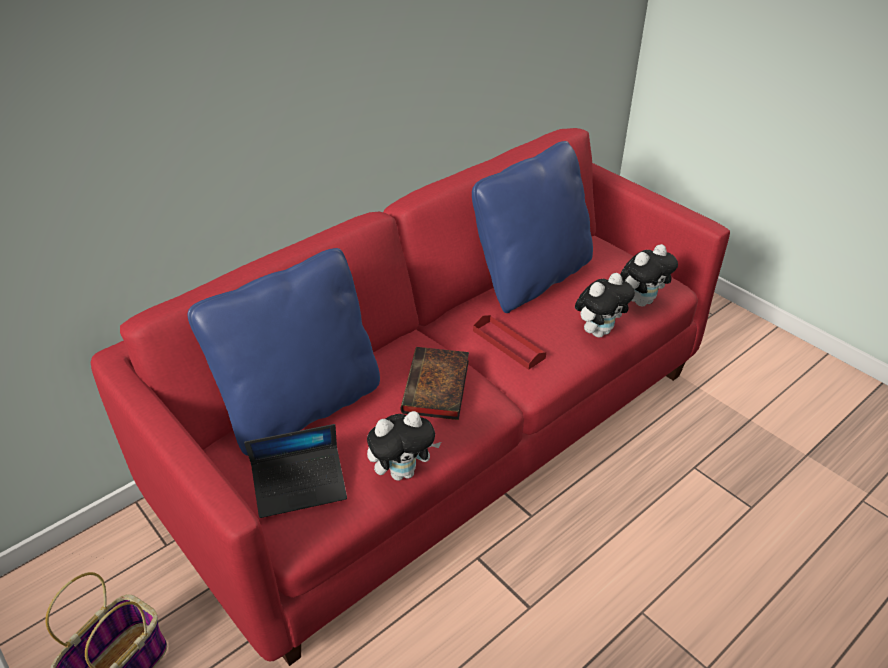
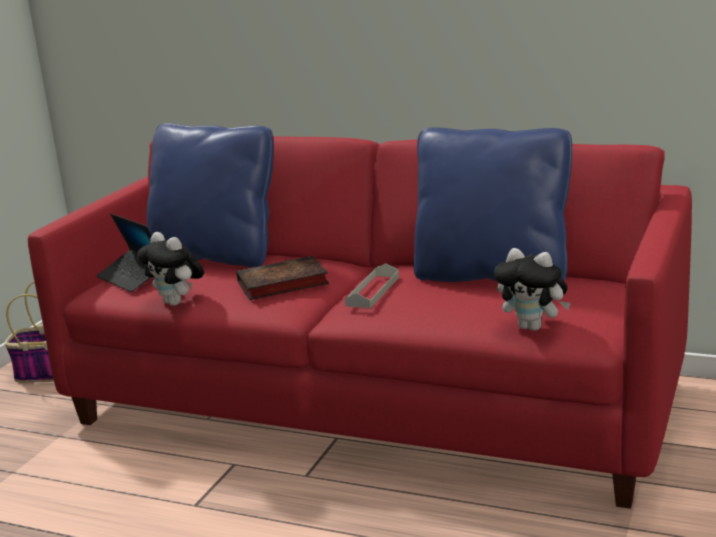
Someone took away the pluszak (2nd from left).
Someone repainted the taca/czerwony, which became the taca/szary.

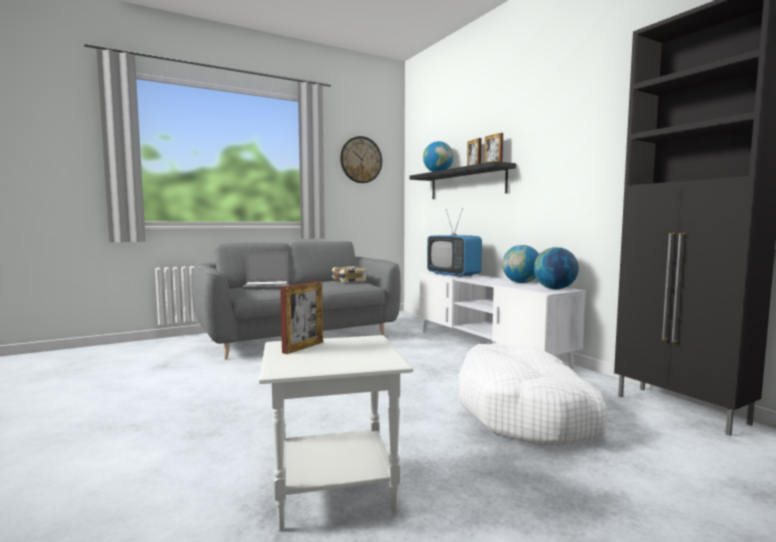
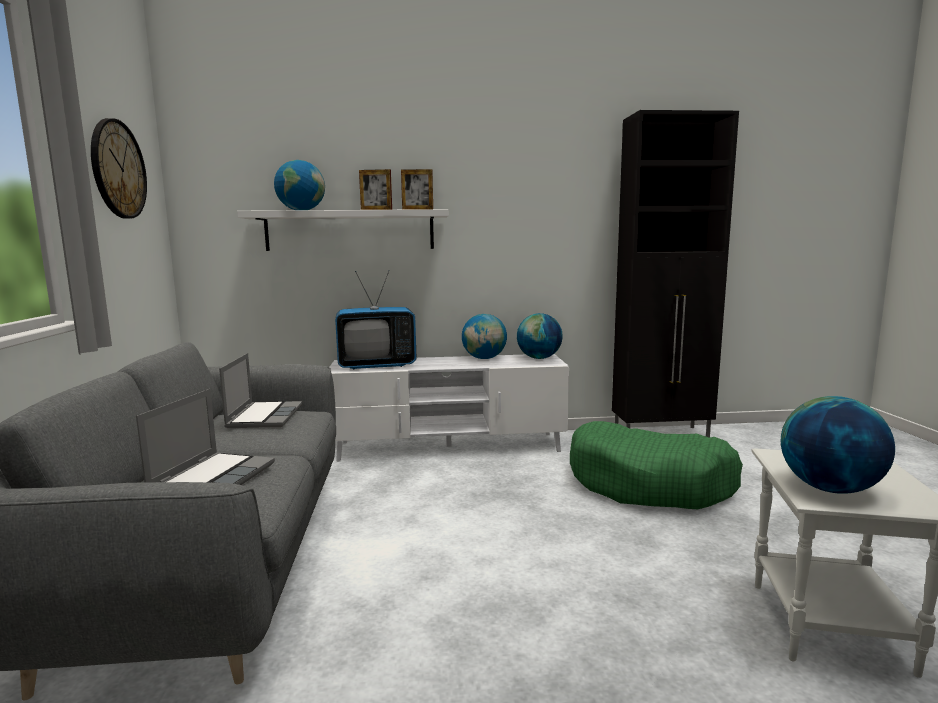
Someone swapped the ramka na zdjęcie (1st from left) for the globus (4th from left).
Someone swapped the książka for the laptop (2nd from left).
Someone repainted the półka/czarny, which became the półka/biały.
Someone repainted the legowisko/biały, which became the legowisko/zielony.

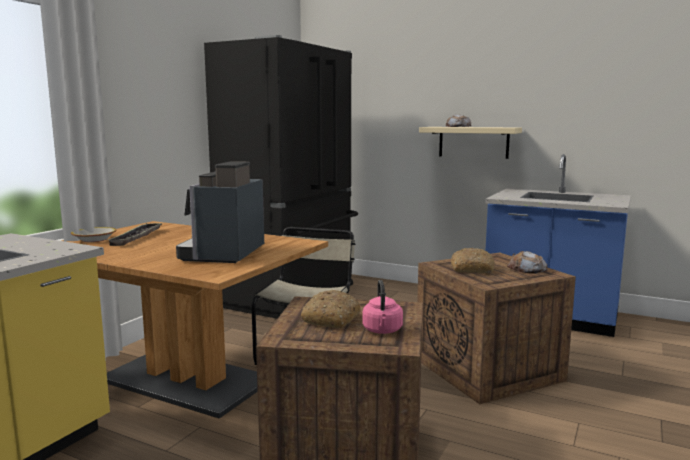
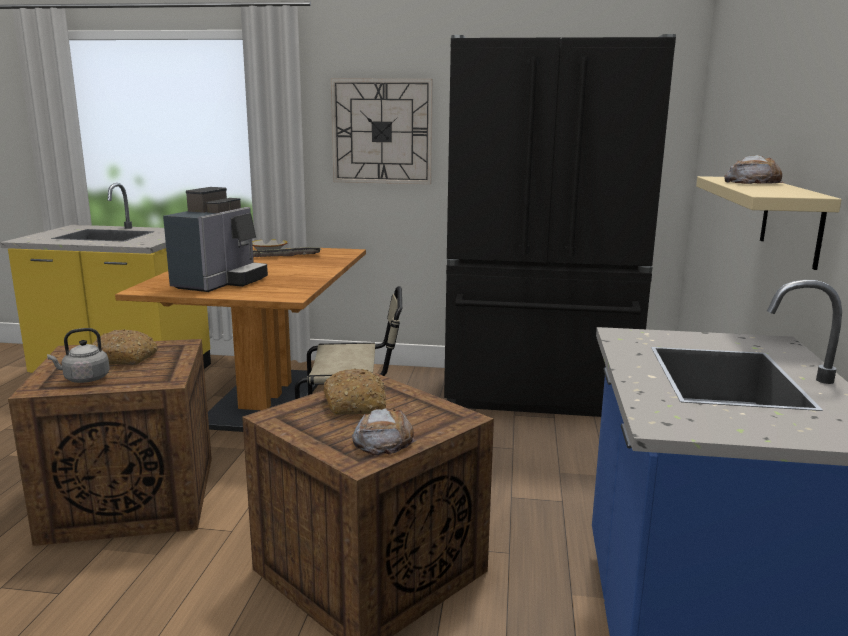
Someone put up the zegar ścienny.
Someone repainted the czajnik/różowy, which became the czajnik/szary.
Someone rotated the ekspres do kawy by 120 degrees clockwise.

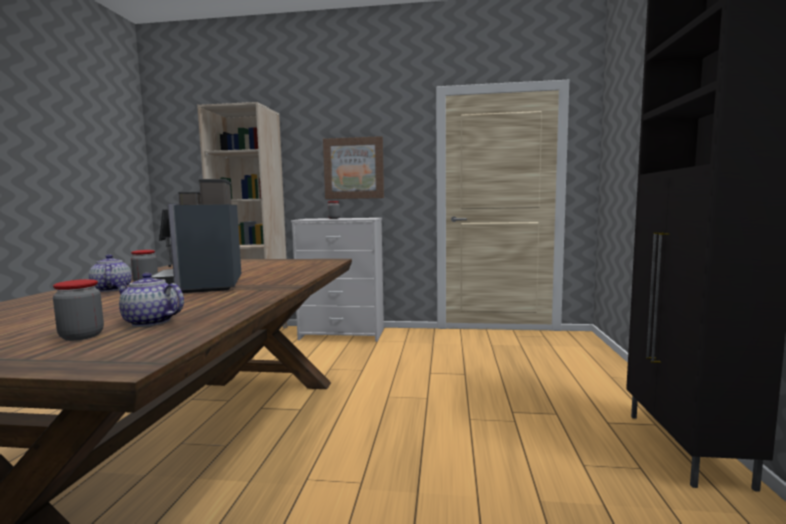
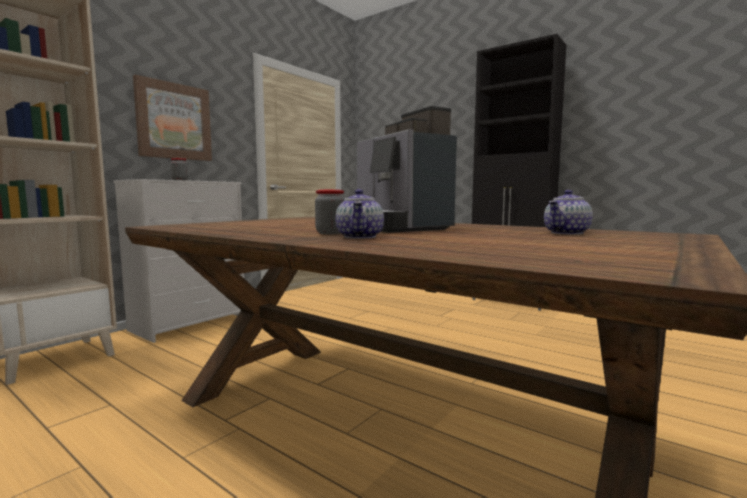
Someone took away the słoik (1st from left).
Someone rotated the imbryk (1st from left) by 90 degrees counterclockwise.
Someone rotated the ekspres do kawy by 45 degrees clockwise.

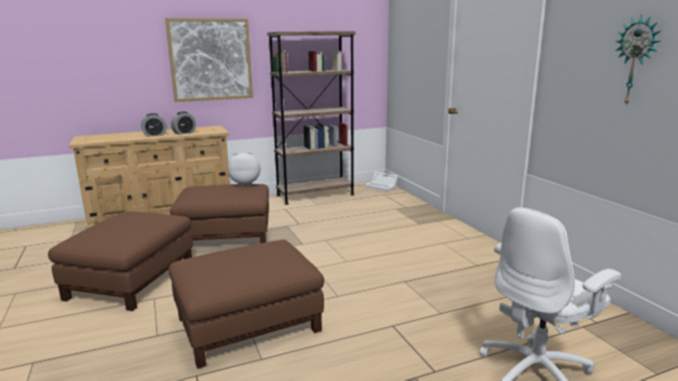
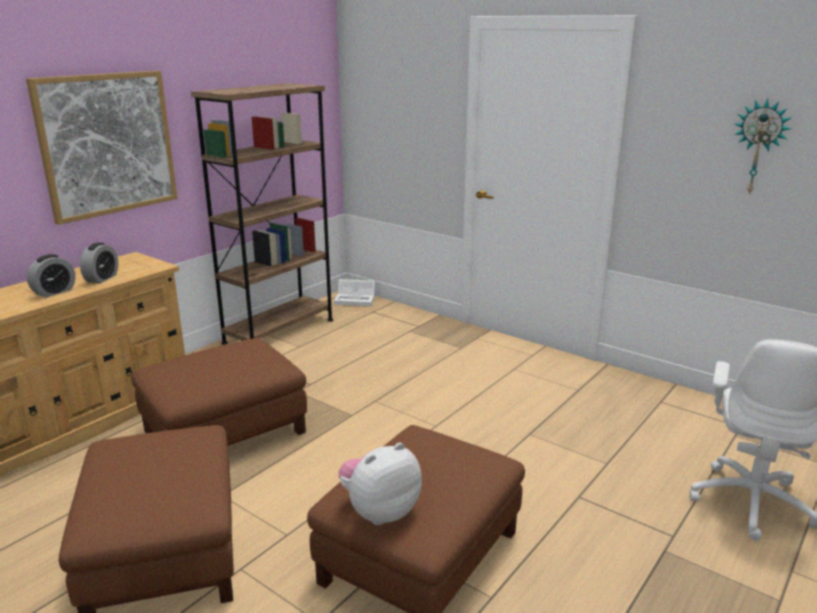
Someone carried the pluszak.

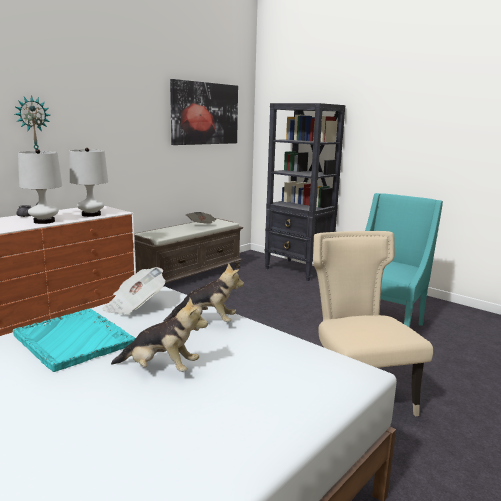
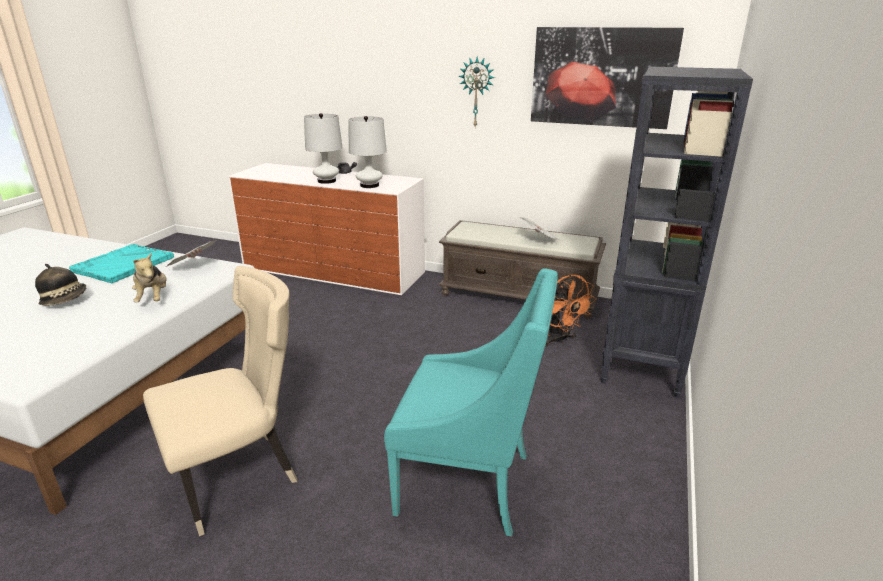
Someone put down the wentylator/pomarańczowy.
Someone carried the zegar ścienny.
Someone swapped the pluszak (1st from left) for the kapelusz.

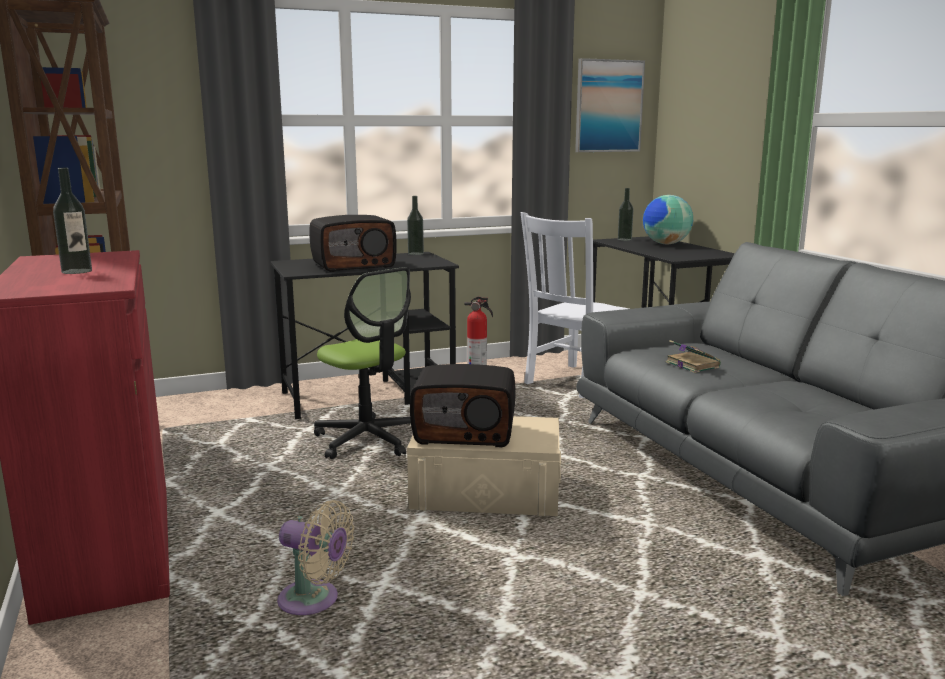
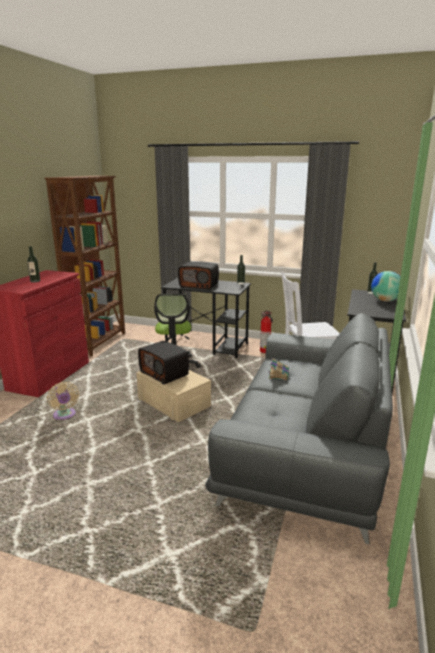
Someone took away the obraz.

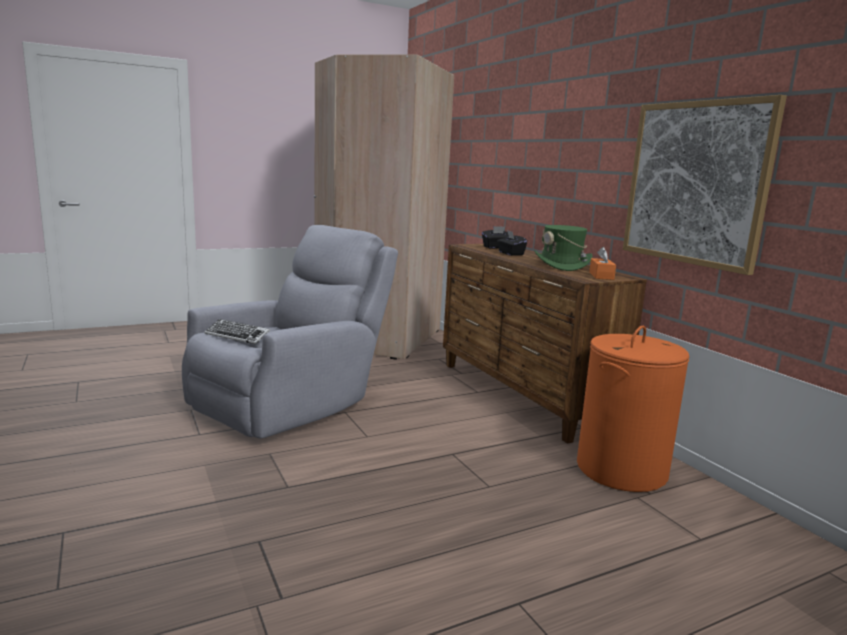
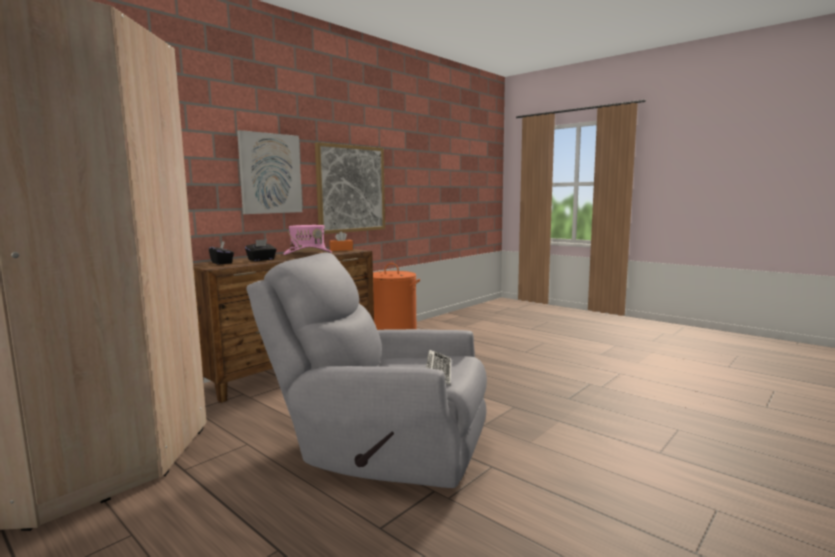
Someone put up the obraz (1st from left).
Someone repainted the kapelusz/zielony, which became the kapelusz/różowy.

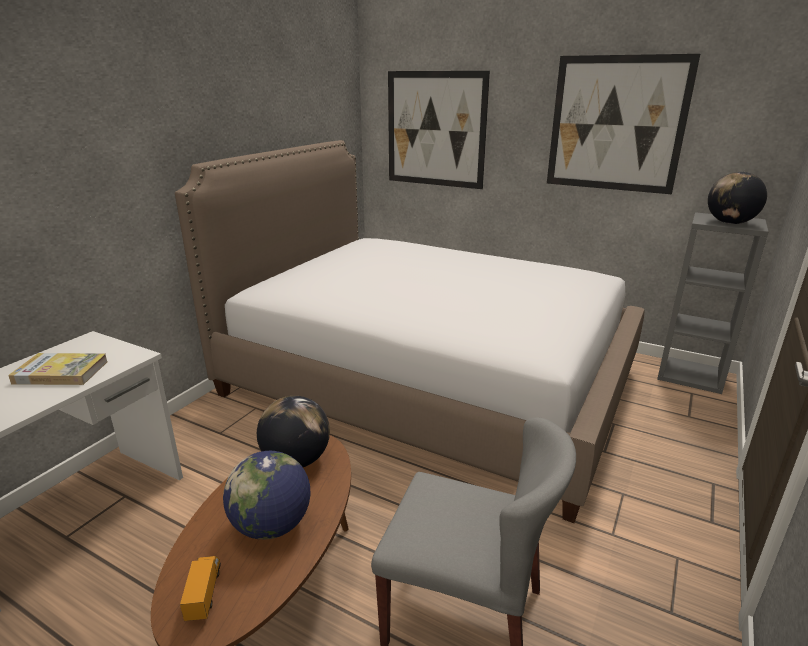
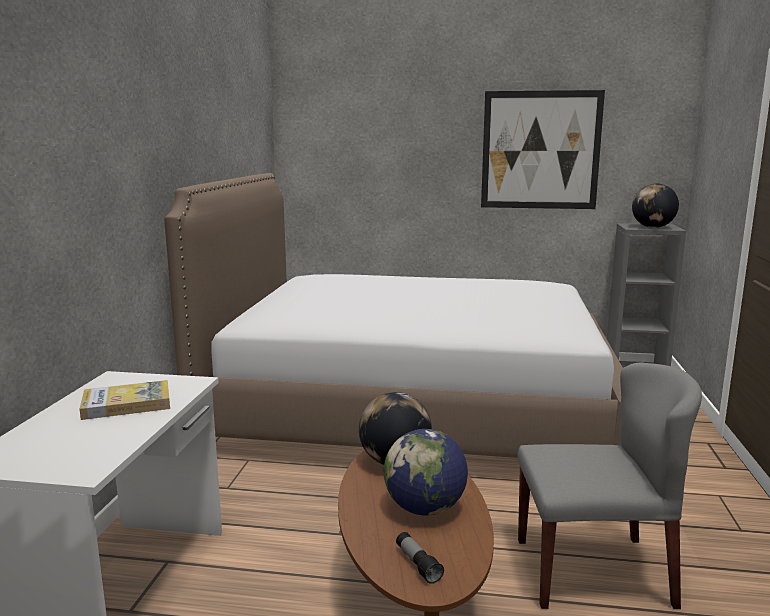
Someone took away the obraz (1st from left).
Someone swapped the ciężarówka zabawkowa for the latarka.

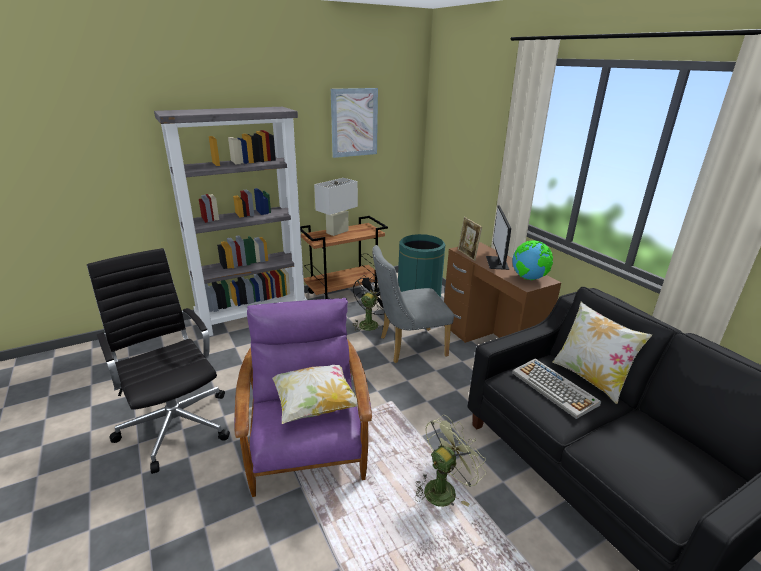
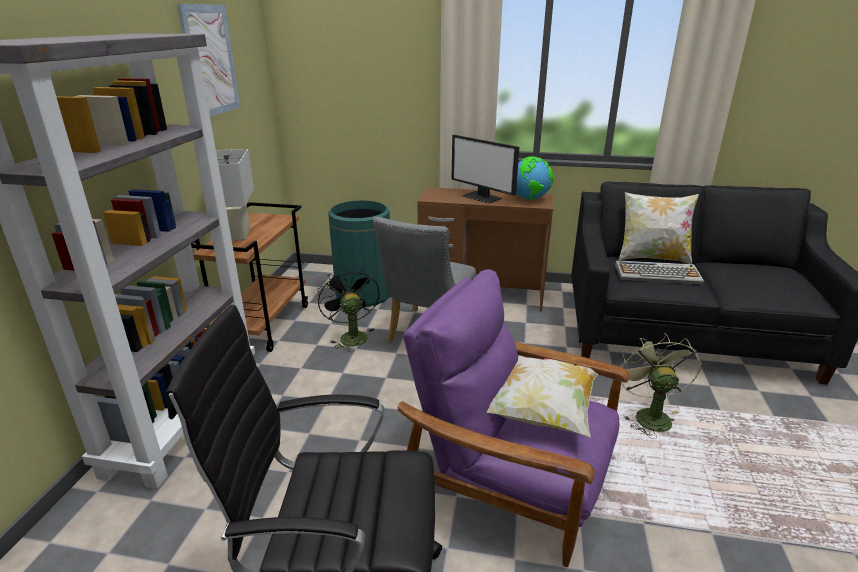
Someone took away the ramka na zdjęcie.

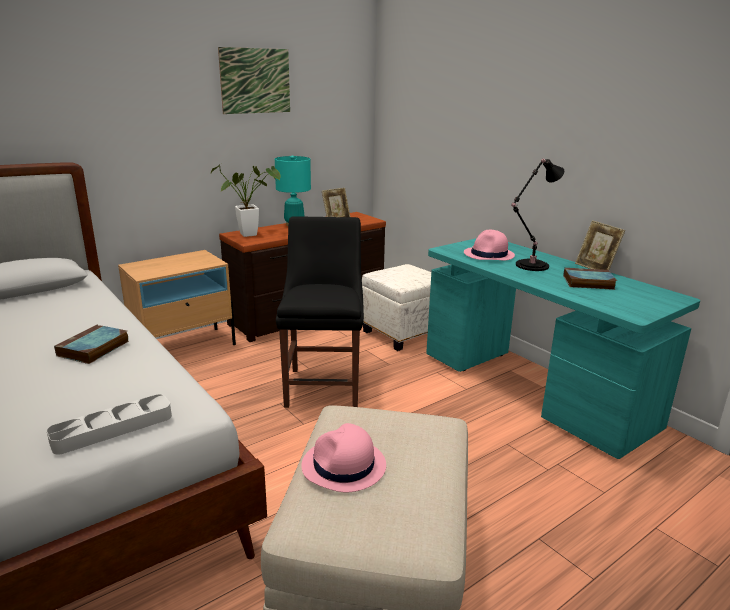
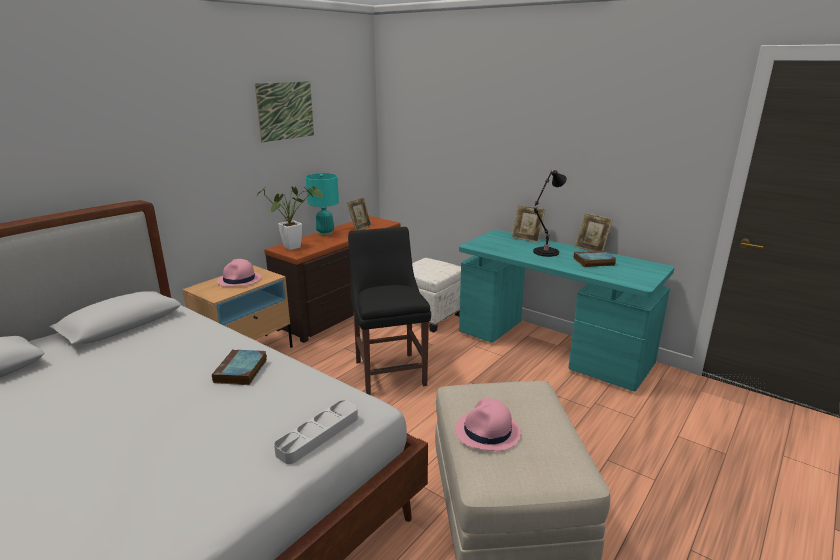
Someone put down the ramka na zdjęcie (2nd from left).
Someone carried the kapelusz/różowy (2nd from left in the first image).

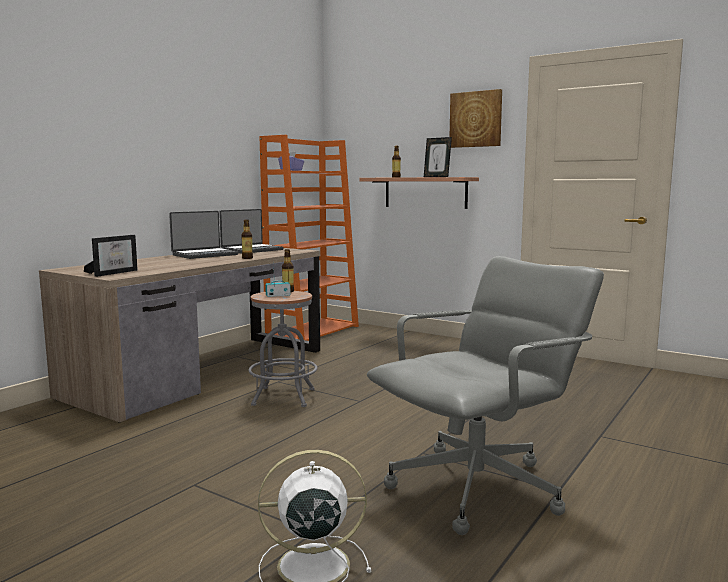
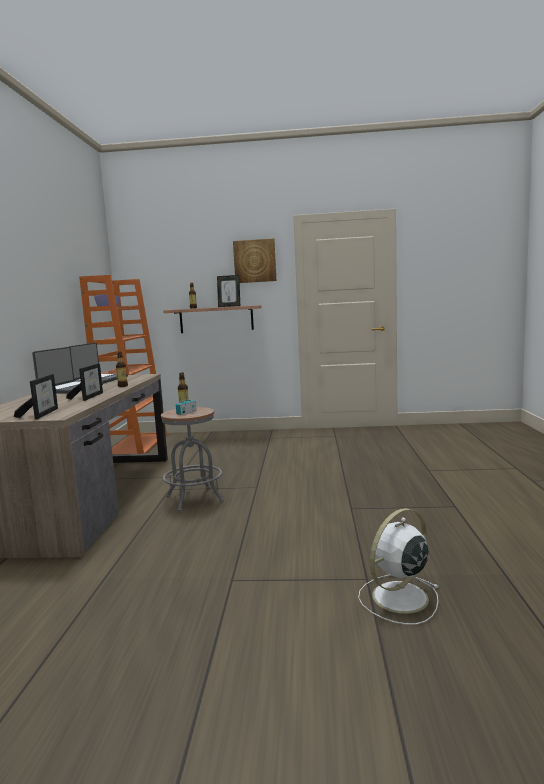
Someone took away the krzesło biurowe/szary.
Someone put down the ramka na zdjęcie (2nd from left).

